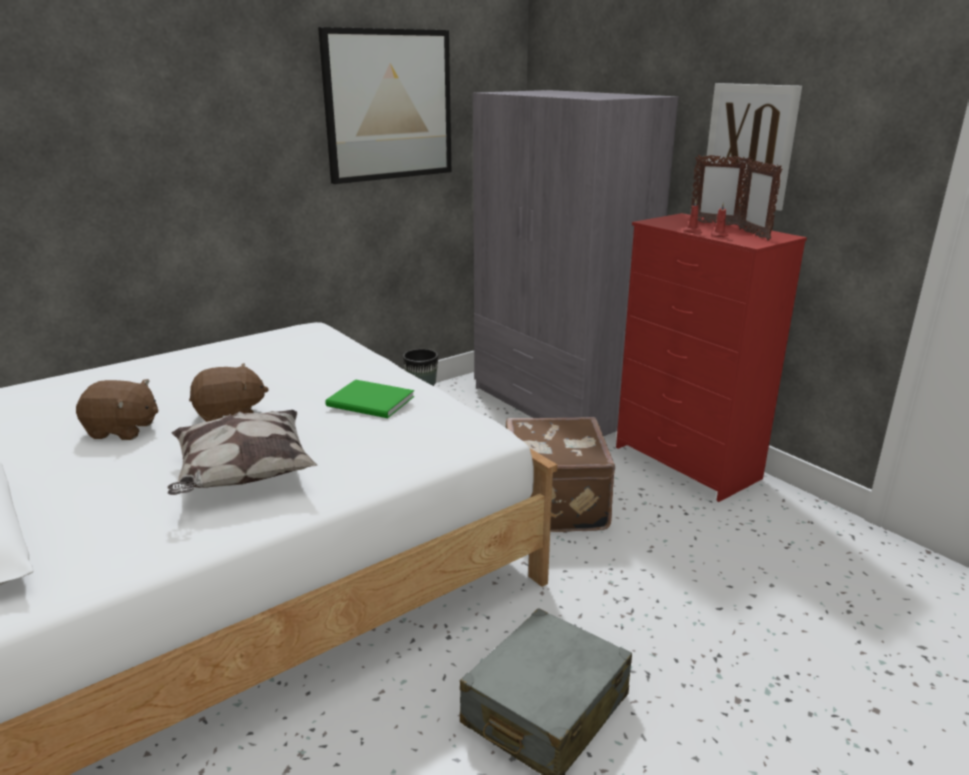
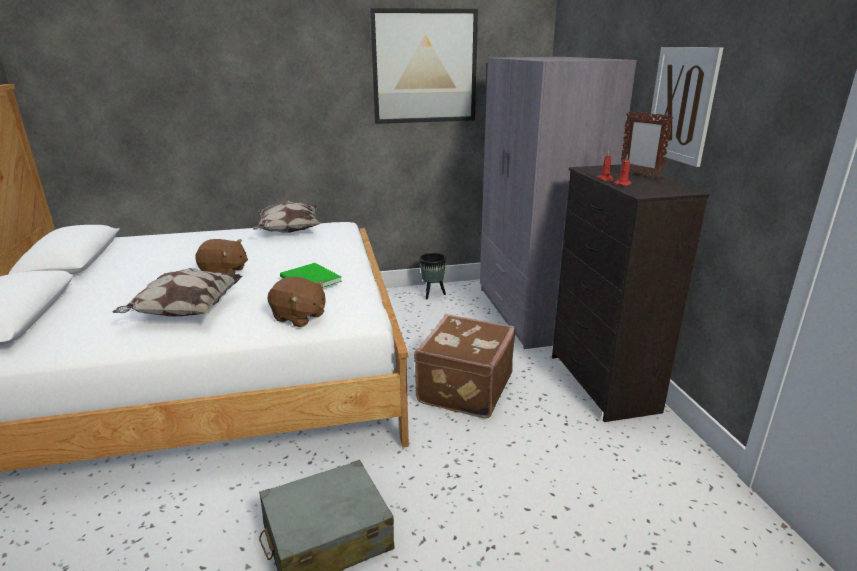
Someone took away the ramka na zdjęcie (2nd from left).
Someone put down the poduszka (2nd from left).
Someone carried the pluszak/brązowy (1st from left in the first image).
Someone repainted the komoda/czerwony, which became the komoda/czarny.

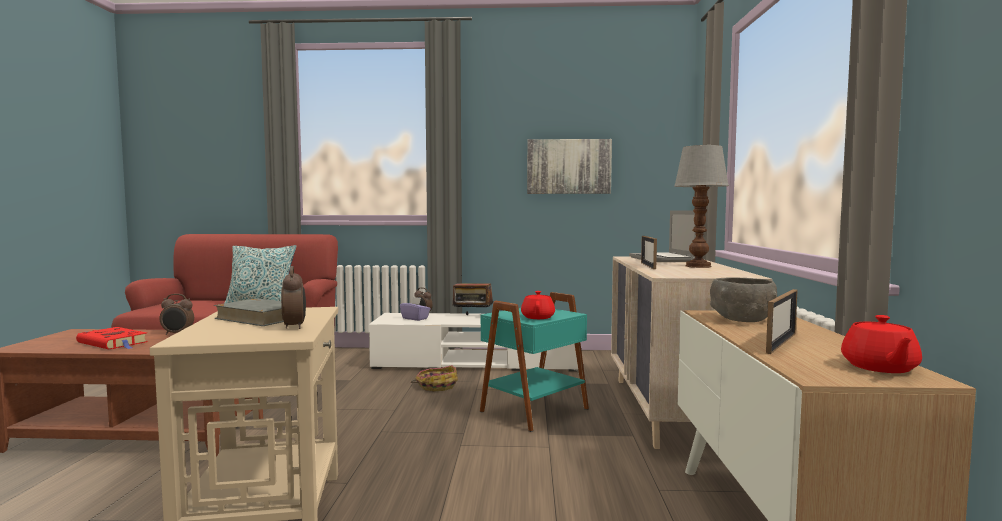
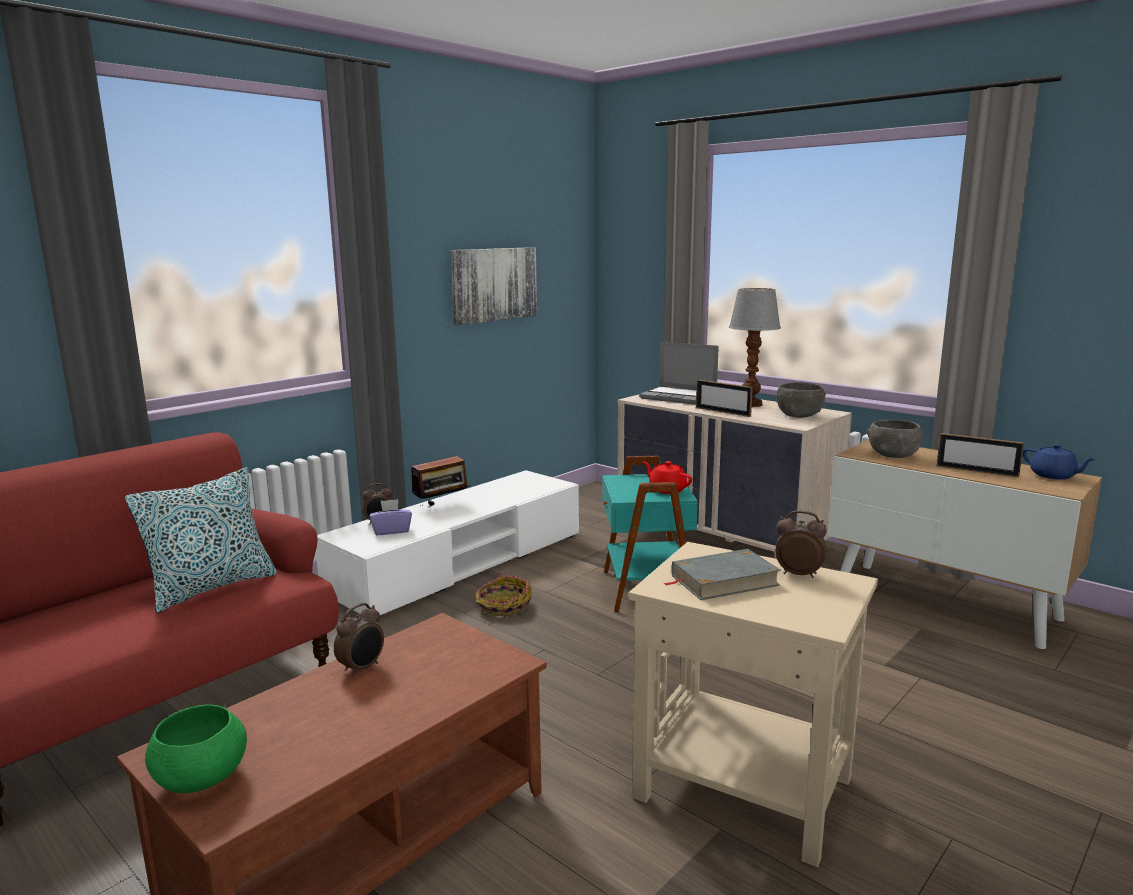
Someone took away the książka/czerwony.
Someone put down the miska/zielony.
Someone put down the miska/szary (1st from left).
Someone repainted the imbryk/czerwony (2nd from left), which became the imbryk/niebieski.
Someone rotated the ramka na zdjęcie (2nd from left) by 135 degrees clockwise.

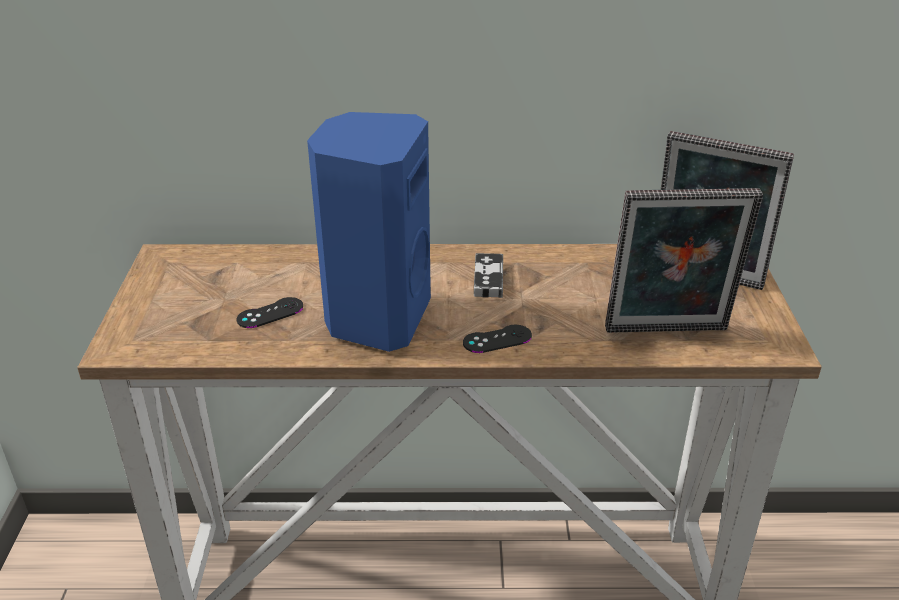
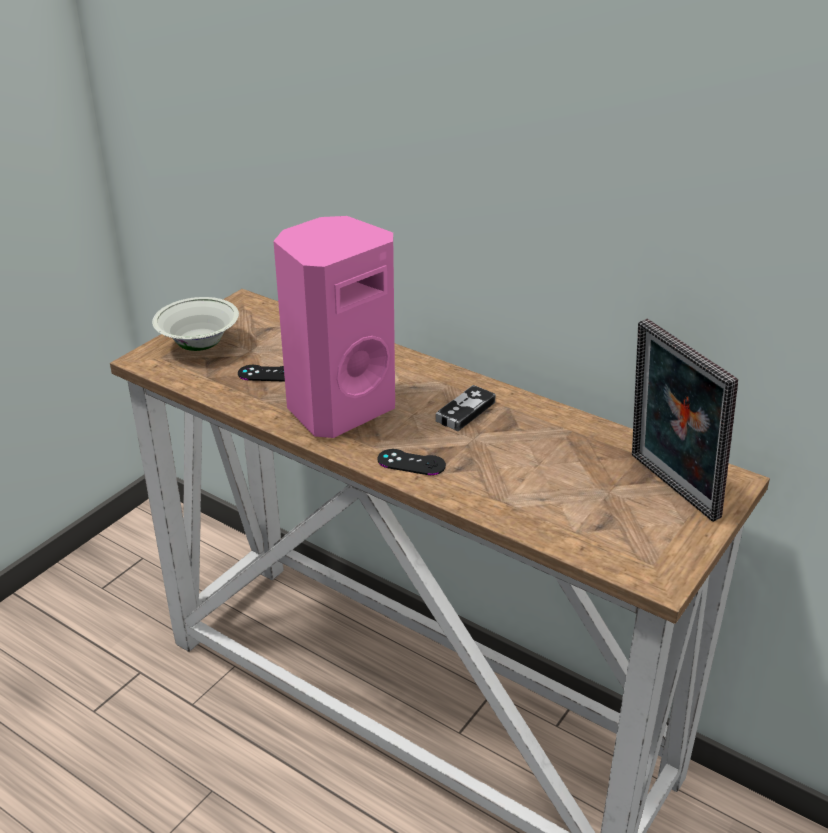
Someone took away the ramka na zdjęcie (1st from left).
Someone put down the miska/biały.
Someone repainted the głośnik/niebieski, which became the głośnik/różowy.

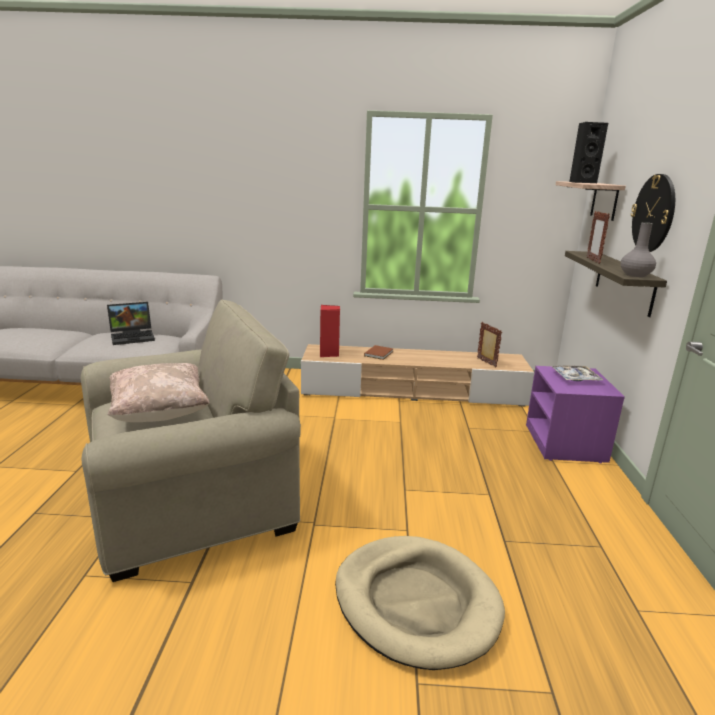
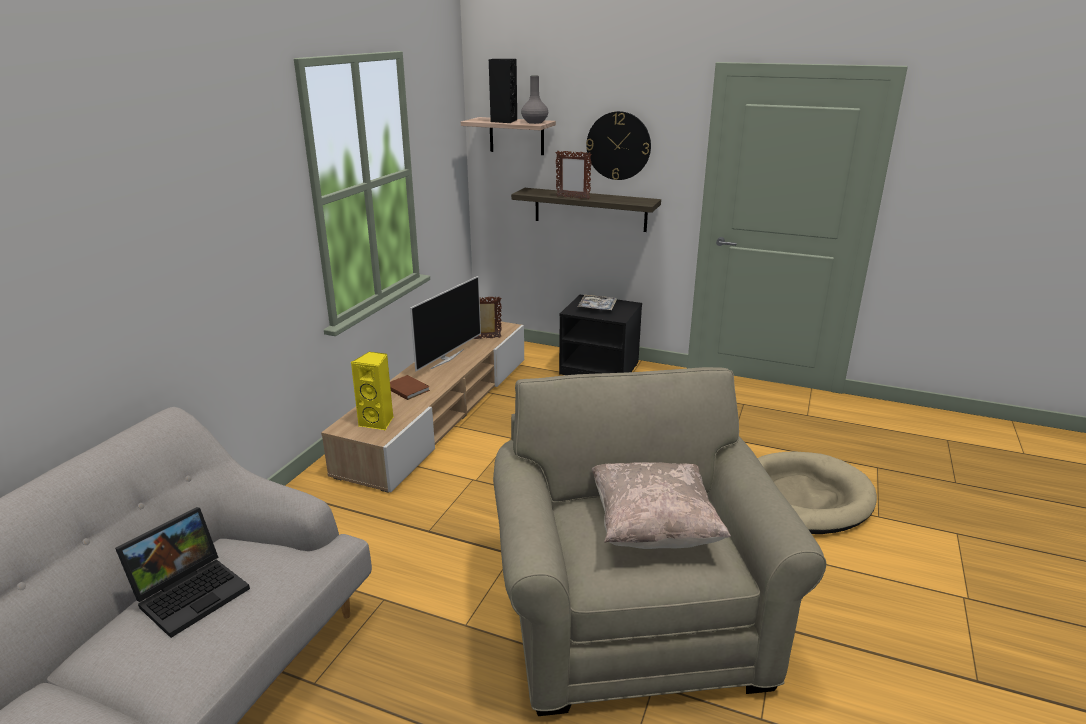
Someone put down the telewizor.
Someone carried the wazon/szary.
Someone repainted the głośnik/czerwony, which became the głośnik/żółty.
Someone repainted the szafka nocna/fioletowy, which became the szafka nocna/czarny.
Someone rotated the laptop by 45 degrees clockwise.

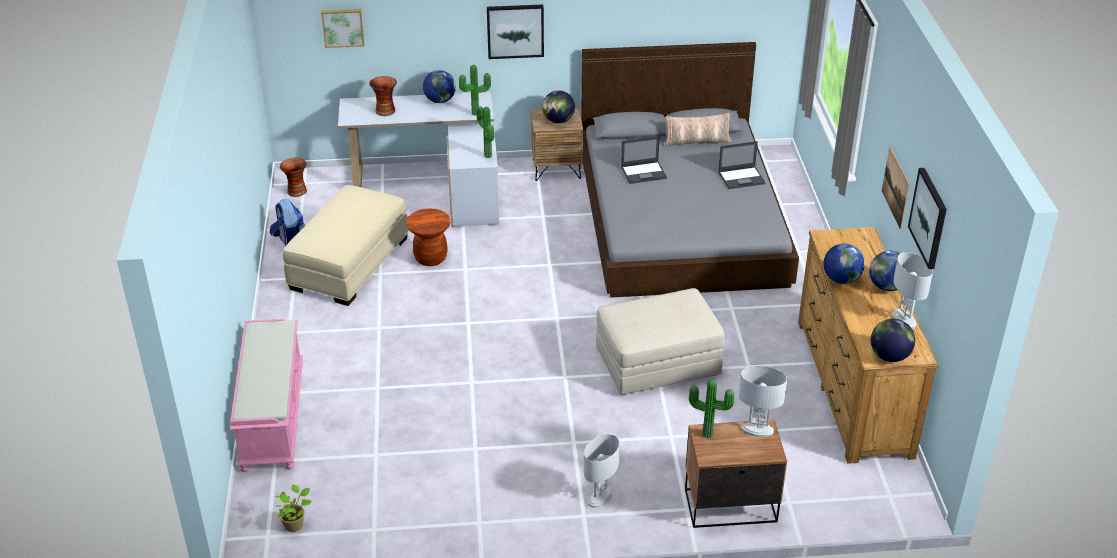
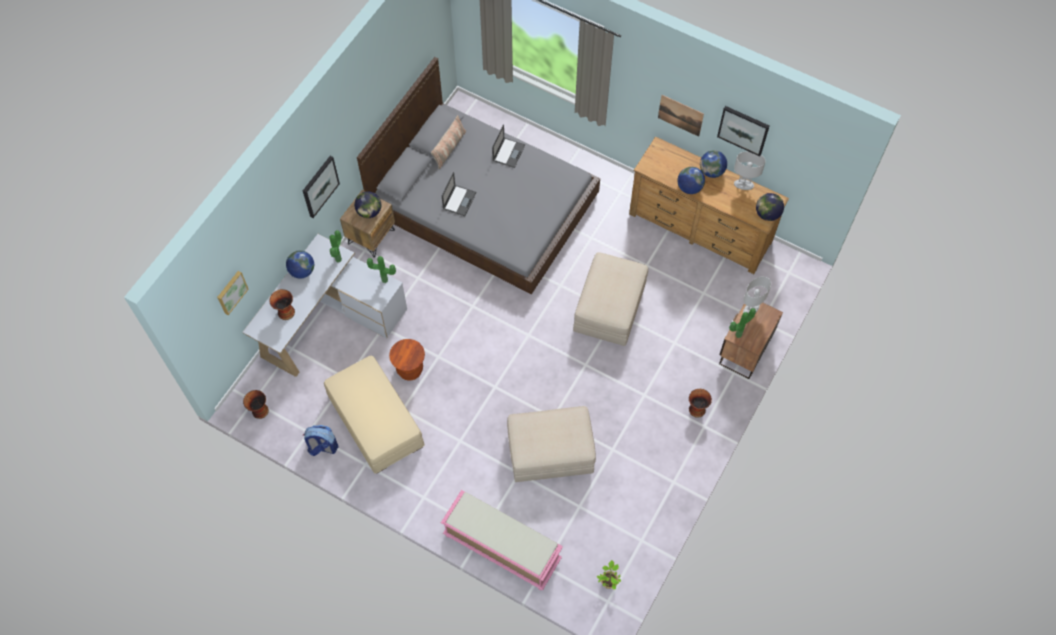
Someone put down the pufa/beżowy (2nd from left).
Someone swapped the lampa stołowa/biały (1st from left) for the wazon (3rd from left).

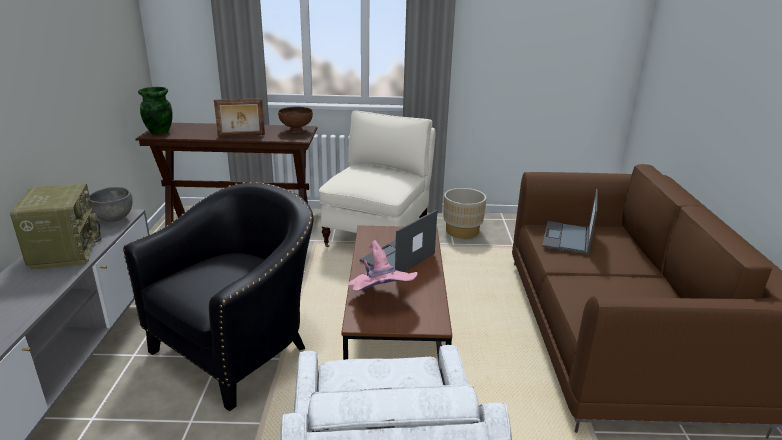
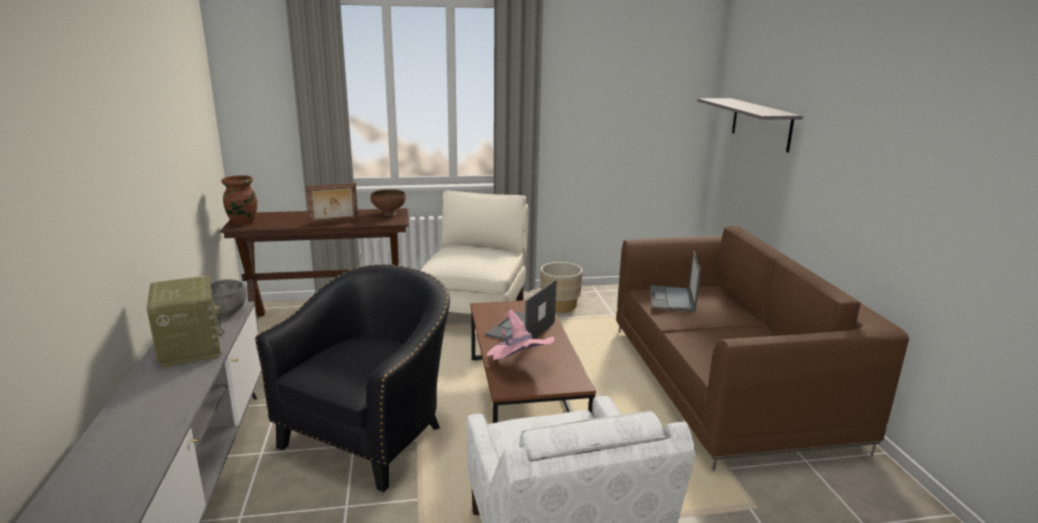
Someone put up the półka/szary.
Someone repainted the wazon/zielony, which became the wazon/brązowy.

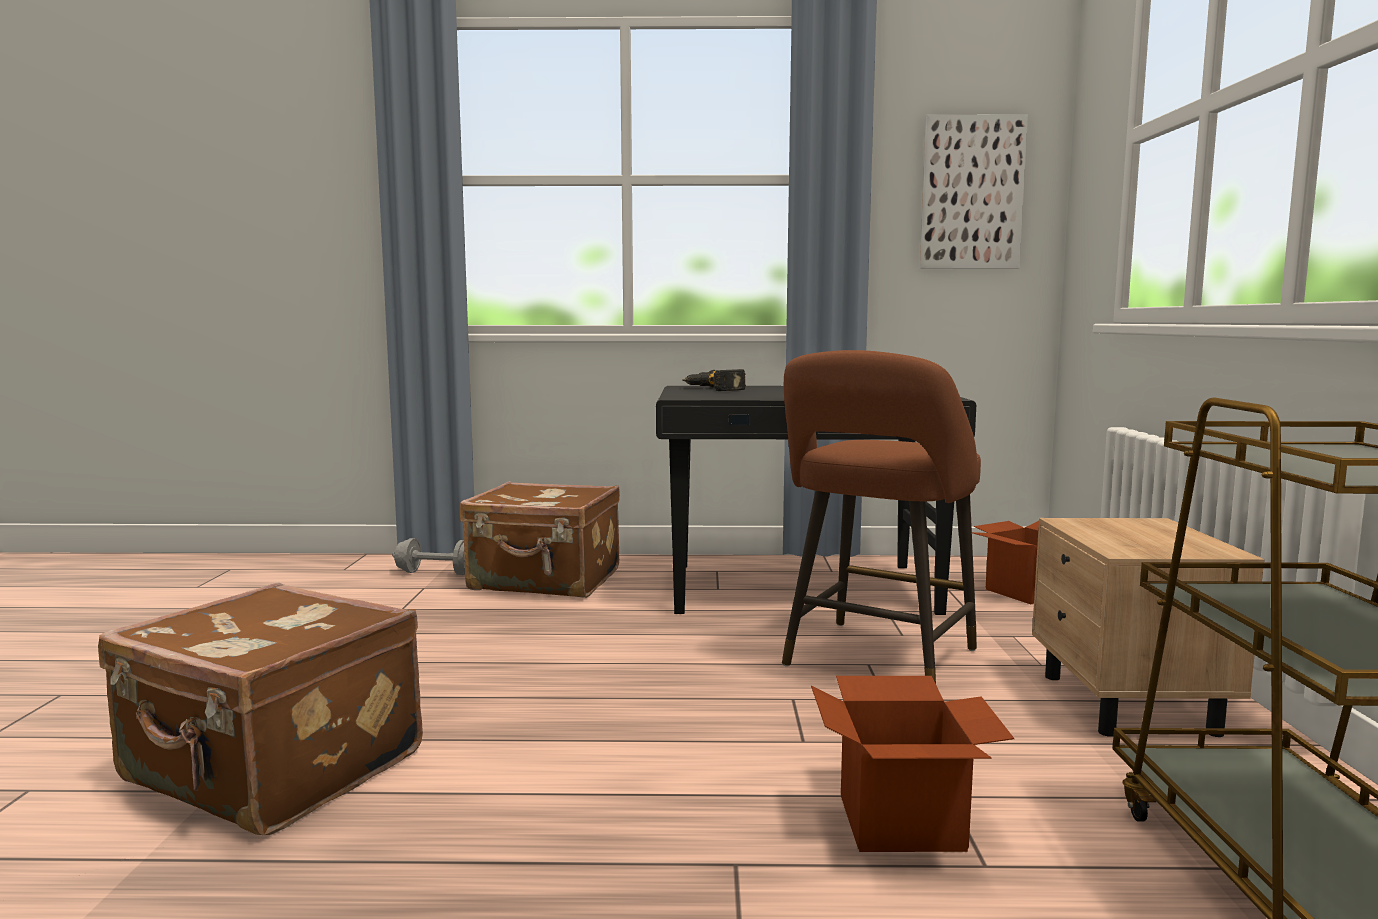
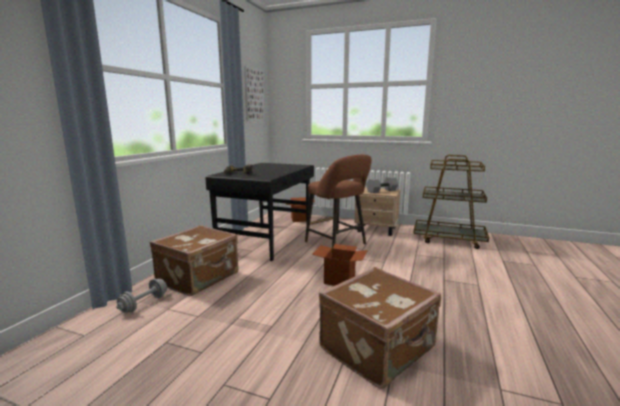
Someone put down the hantel/szary (2nd from left).
Someone carried the karton (1st from left in the first image).

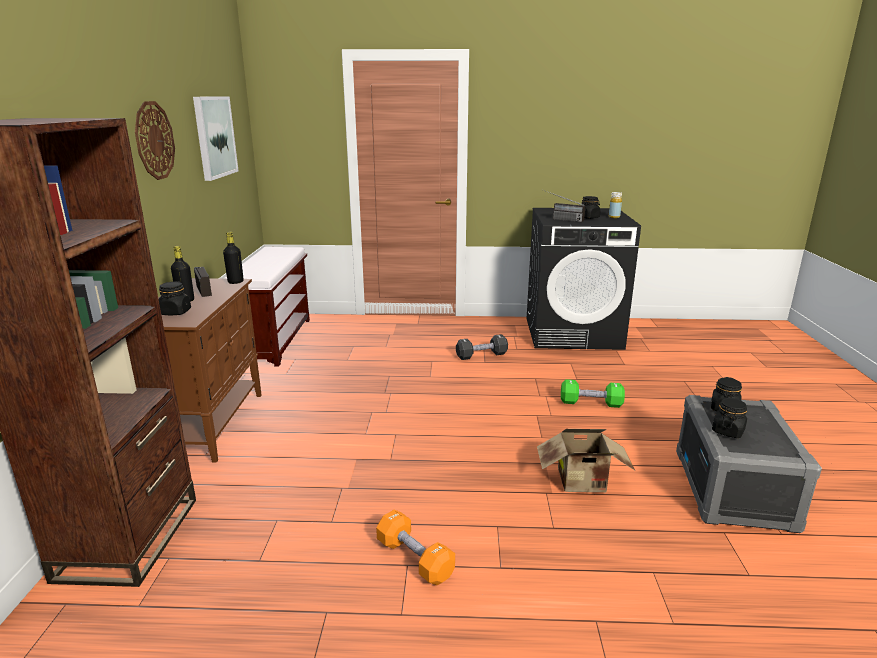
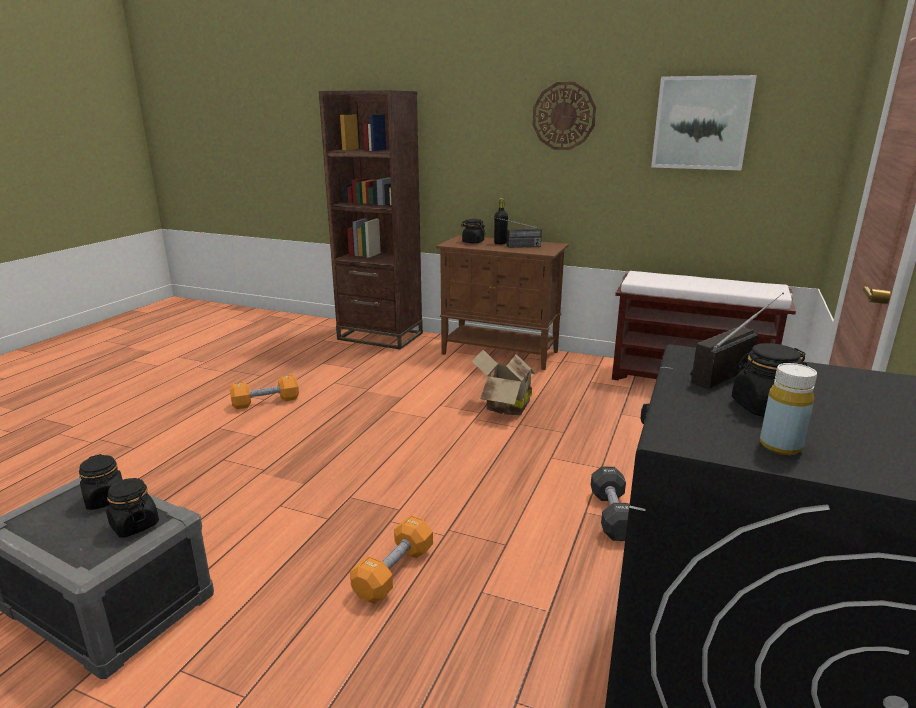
Someone took away the butelka/czarny (2nd from left).
Someone carried the karton.
Someone repainted the hantel/zielony, which became the hantel/pomarańczowy (2nd from left).

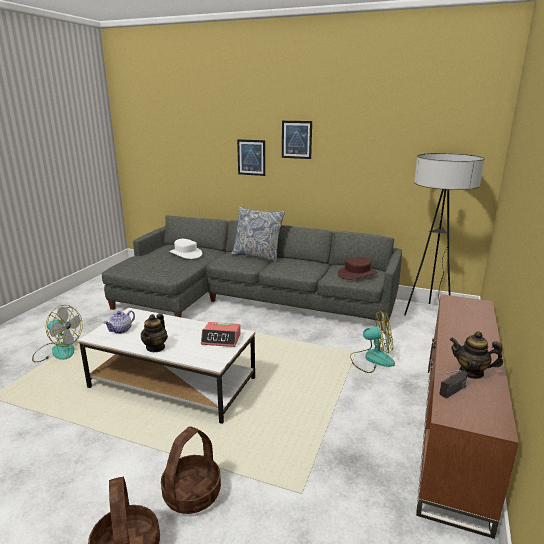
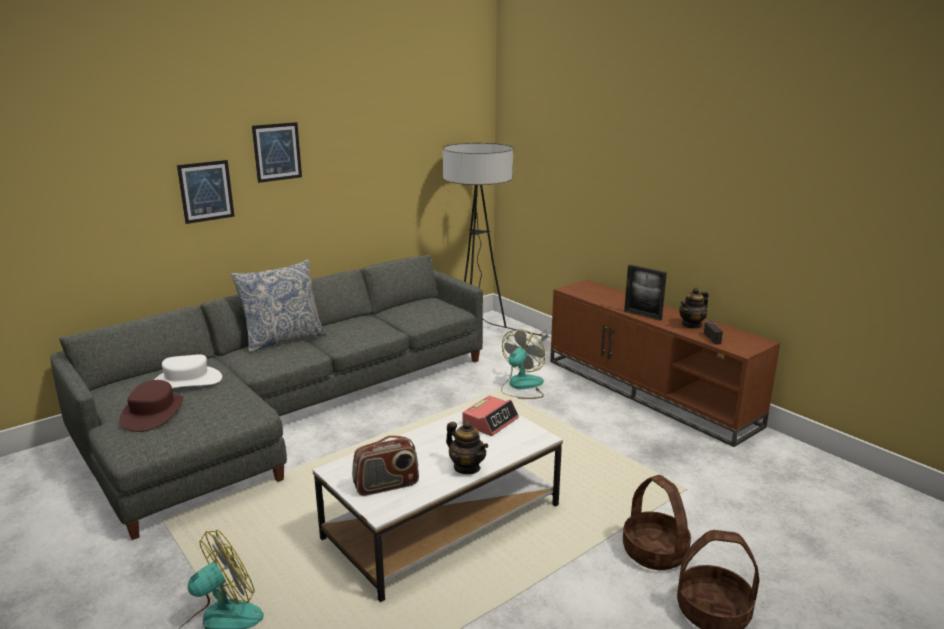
Someone put down the ramka na zdjęcie.
Someone carried the kapelusz/brązowy.
Someone swapped the imbryk (1st from left) for the radio (1st from left).

